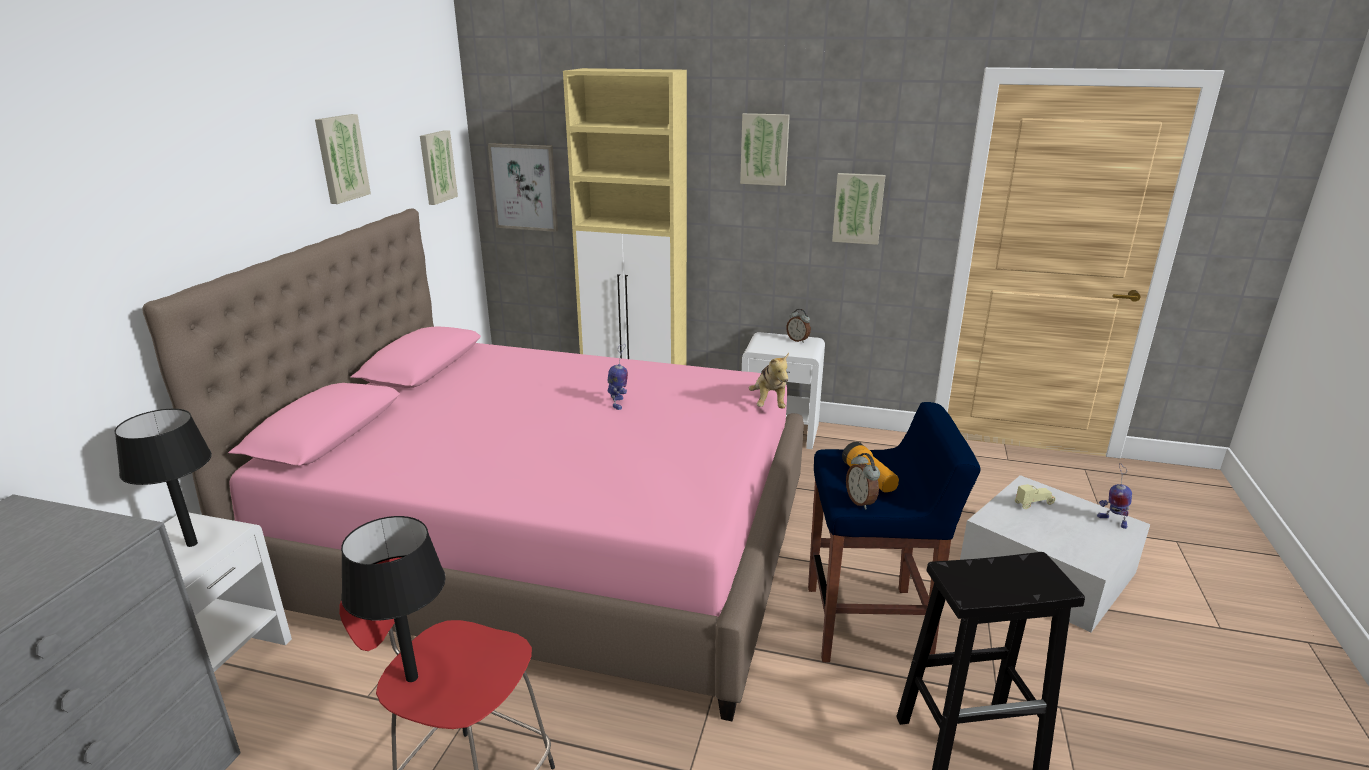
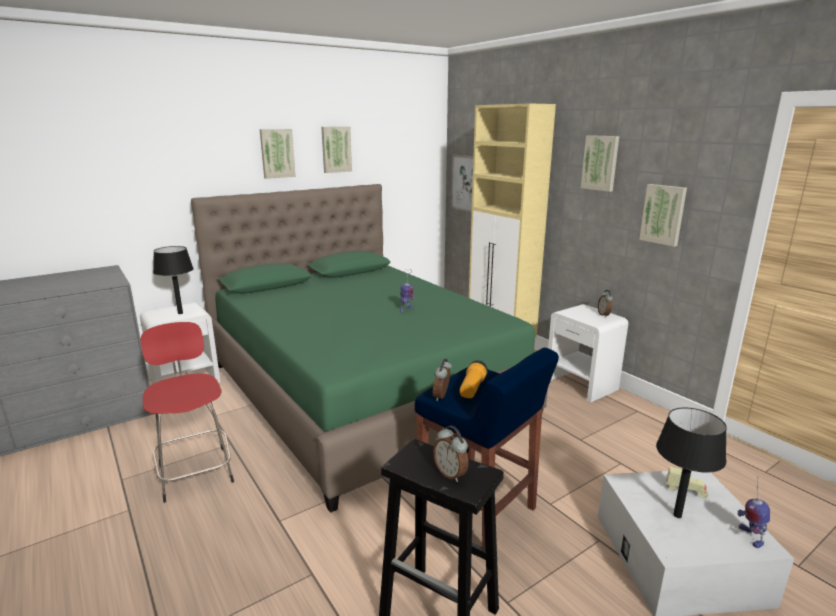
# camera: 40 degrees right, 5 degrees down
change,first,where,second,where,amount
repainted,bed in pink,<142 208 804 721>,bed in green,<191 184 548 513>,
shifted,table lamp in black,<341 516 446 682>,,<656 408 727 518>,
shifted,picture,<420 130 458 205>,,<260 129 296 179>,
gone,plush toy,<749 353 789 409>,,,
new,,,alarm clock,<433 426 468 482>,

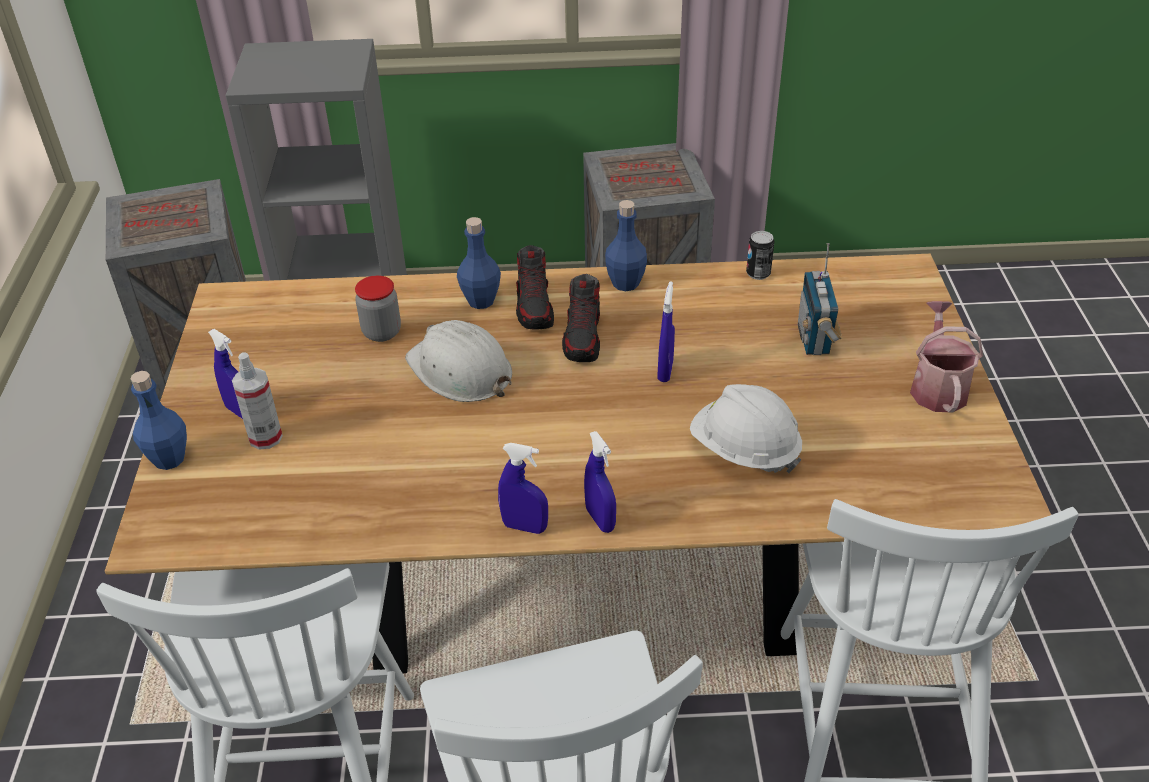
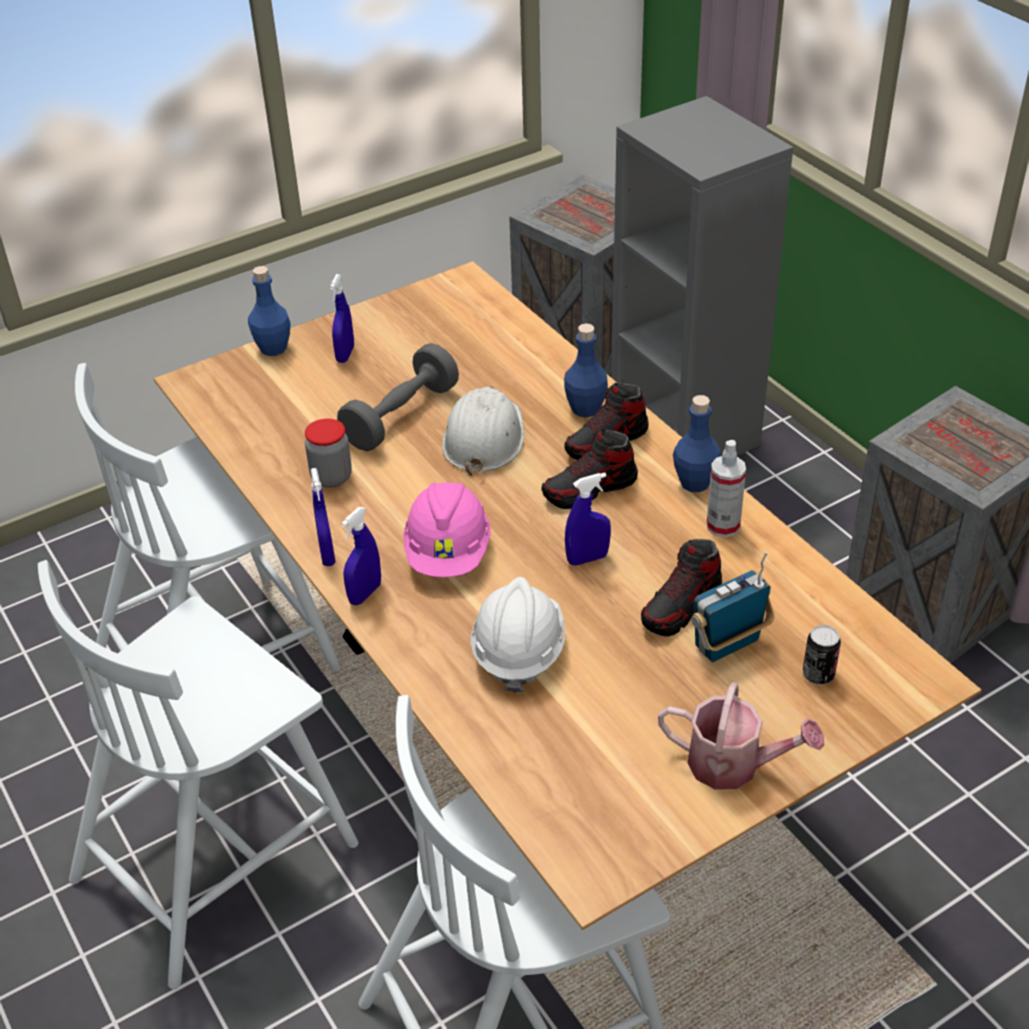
# camera: 60 degrees right, 0 degrees up
change,first,where,second,where,amount
shifted,spray bottle,<232 352 283 450>,,<707 440 746 538>,
shifted,jar,<355 275 401 342>,,<305 419 352 488>,
shifted,can,<746 231 775 280>,,<803 625 841 685>,
rotated,watering can,<910 301 983 413>,,<658 682 824 790>,45 degrees clockwise
new,,,dumbbell in grey,<337 343 459 451>,
new,,,hard hat in pink,<403 482 491 577>,
new,,,shoe,<641 539 722 637>,

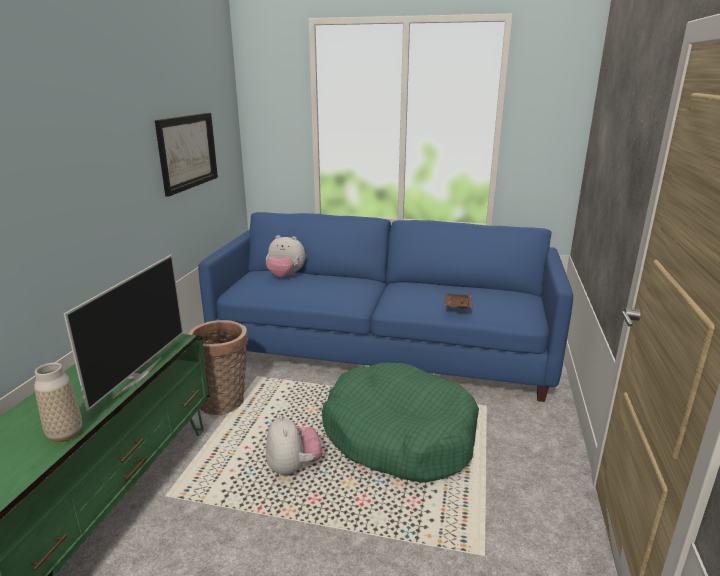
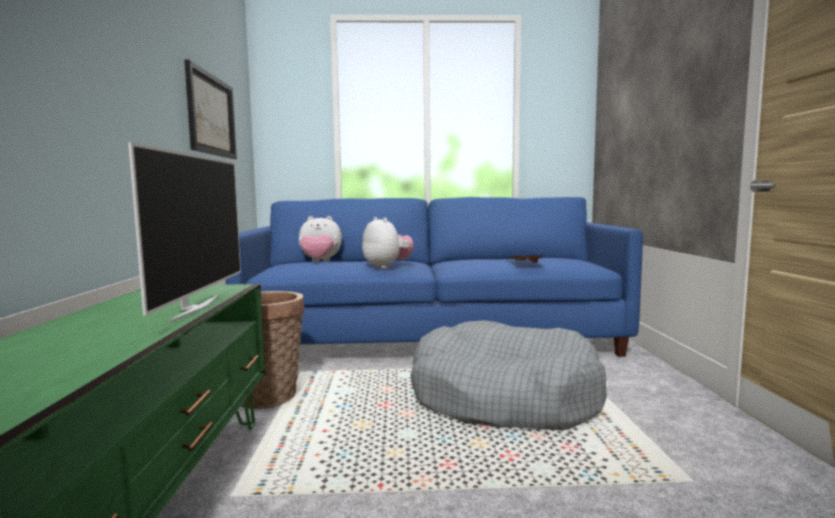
# camera: 15 degrees left, 15 degrees down
change,first,where,second,where,amount
gone,vase,<34 362 82 442>,,,
shifted,plush toy,<266 415 323 476>,,<362 217 414 269>,
repainted,dog bed in green,<322 363 479 483>,dog bed in grey,<410 320 607 430>,

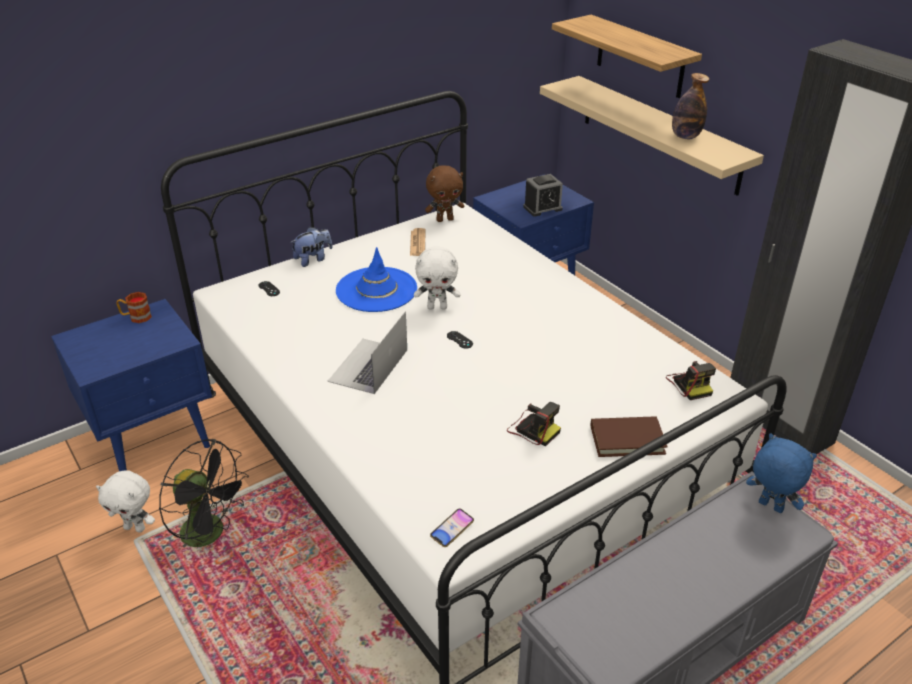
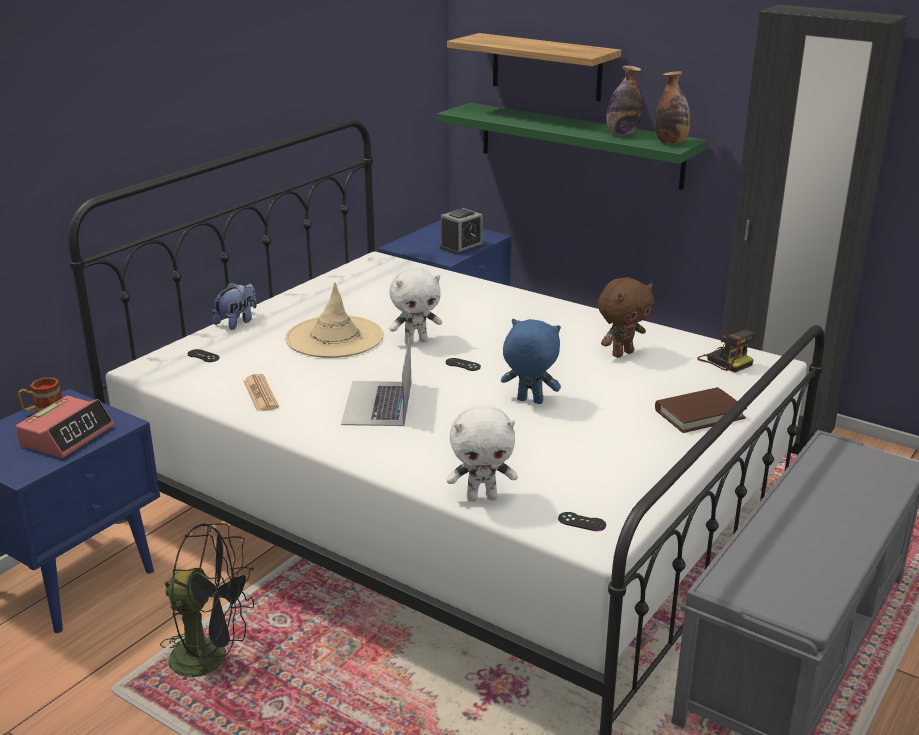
# camera: 20 degrees left, 10 degrees down
change,first,where,second,where,amount
shifted,plush toy in white,<96 470 155 532>,,<446 404 518 502>,
repainted,hat in blue,<336 247 417 312>,hat in beige,<285 282 384 358>,
shifted,newspaper,<410 228 426 256>,,<243 374 279 412>,
shifted,plush toy in brown,<425 165 464 222>,,<598 277 654 358>,
swapped,phone,<430 508 474 547>,game controller in black,<558 512 606 531>,
gone,photo camera,<507 402 561 447>,,,
repainted,shelf in beige,<540 76 764 196>,shelf in green,<437 103 707 190>,
shifted,plush toy in blue,<746 433 817 513>,,<501 319 561 404>,
new,,,alarm clock,<16 396 114 458>,
new,,,bottle,<655 71 691 144>,

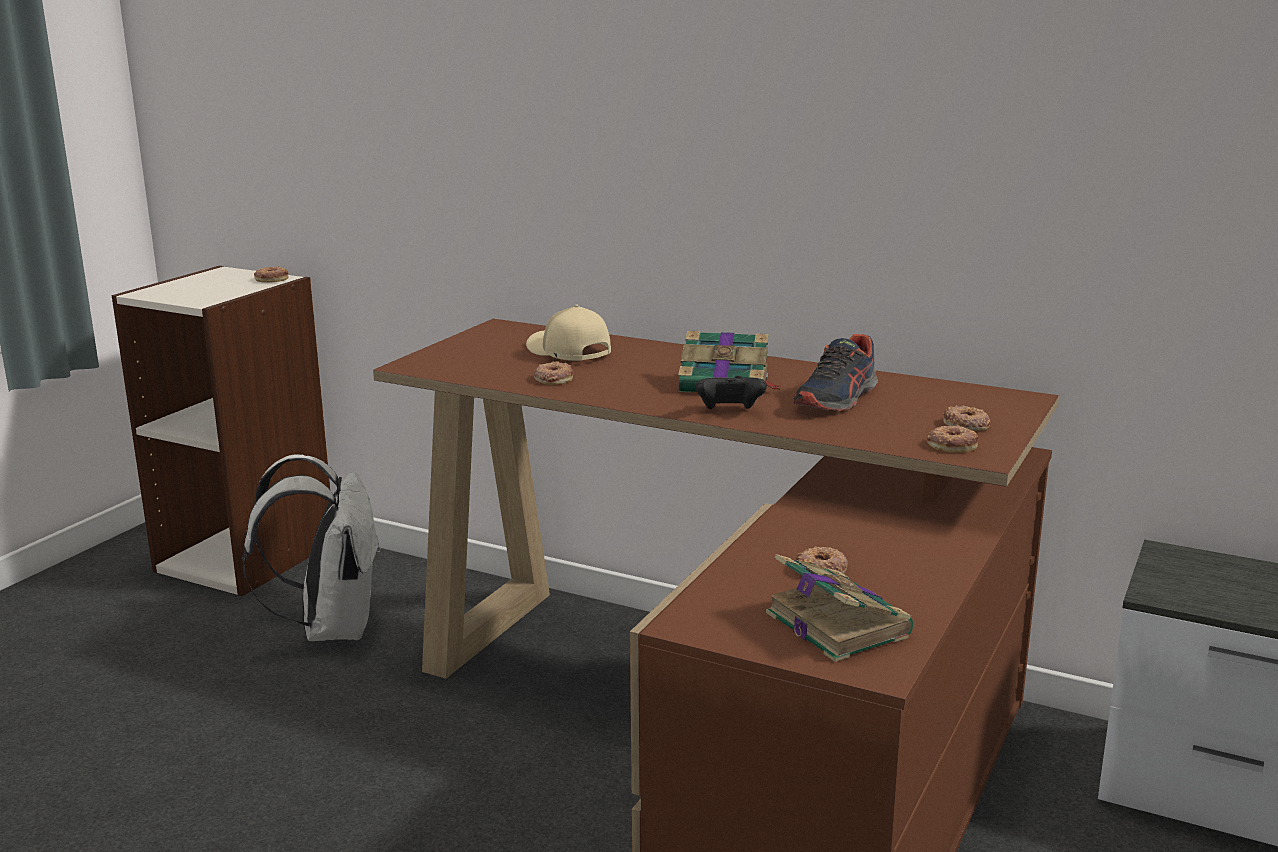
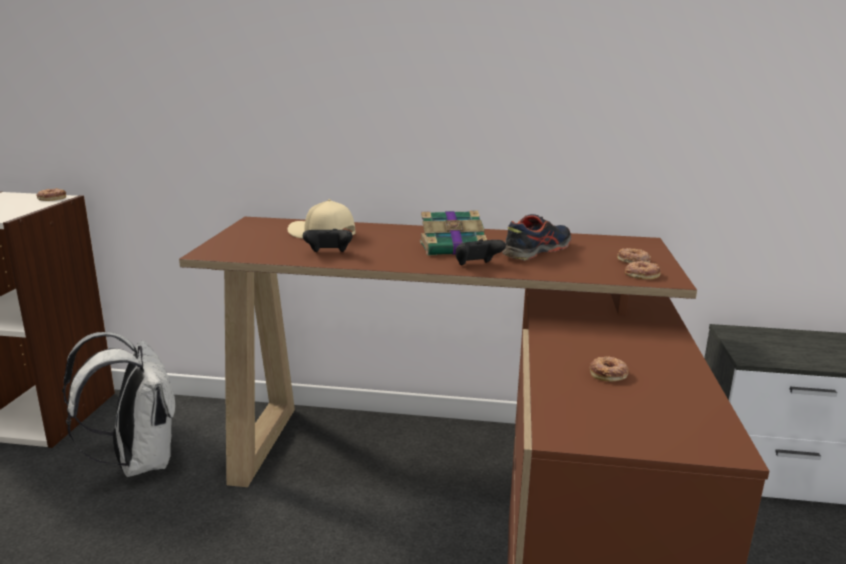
# camera: 20 degrees left, 0 degrees up
change,first,where,second,where,amount
swapped,donut,<534 362 573 385>,game controller in black,<303 229 352 252>,
gone,book,<766 554 913 662>,,,
rotated,shoe,<793 334 878 411>,,<502 214 571 261>,150 degrees counterclockwise

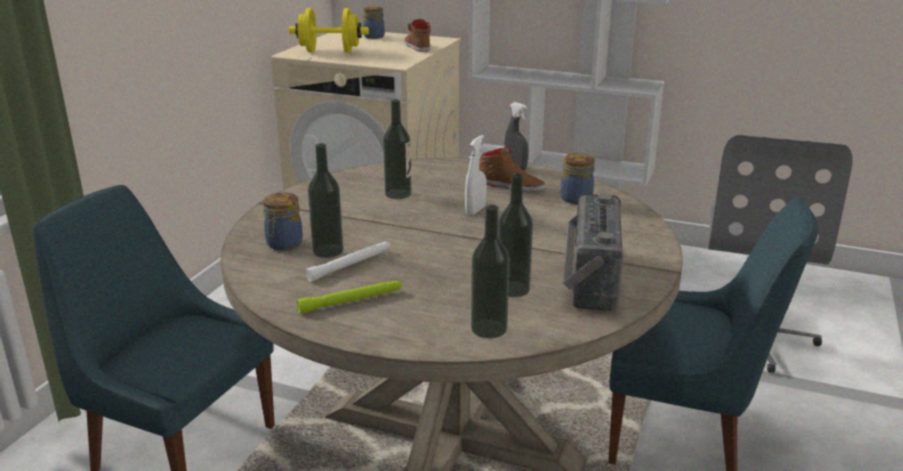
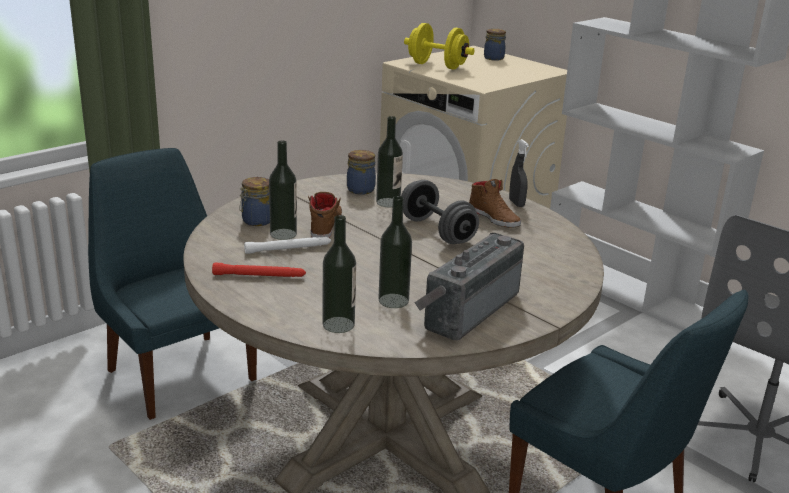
# camera: 25 degrees right, 0 degrees up
change,first,where,second,where,amount
repainted,flashlight in green,<297 280 403 314>,flashlight in red,<212 263 306 277>,
shifted,shoe in brown,<405 19 431 52>,,<308 192 342 238>,
swapped,spray bottle in white,<465 135 487 215>,dumbbell in grey,<401 180 479 244>,
shifted,jar,<560 153 595 204>,,<347 150 376 195>,

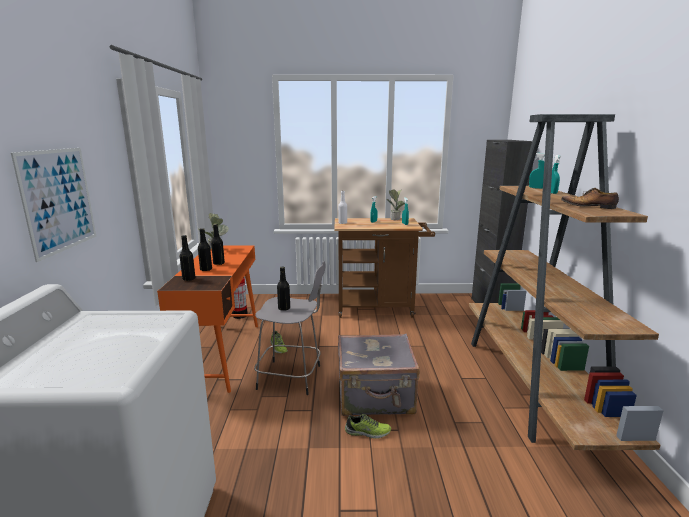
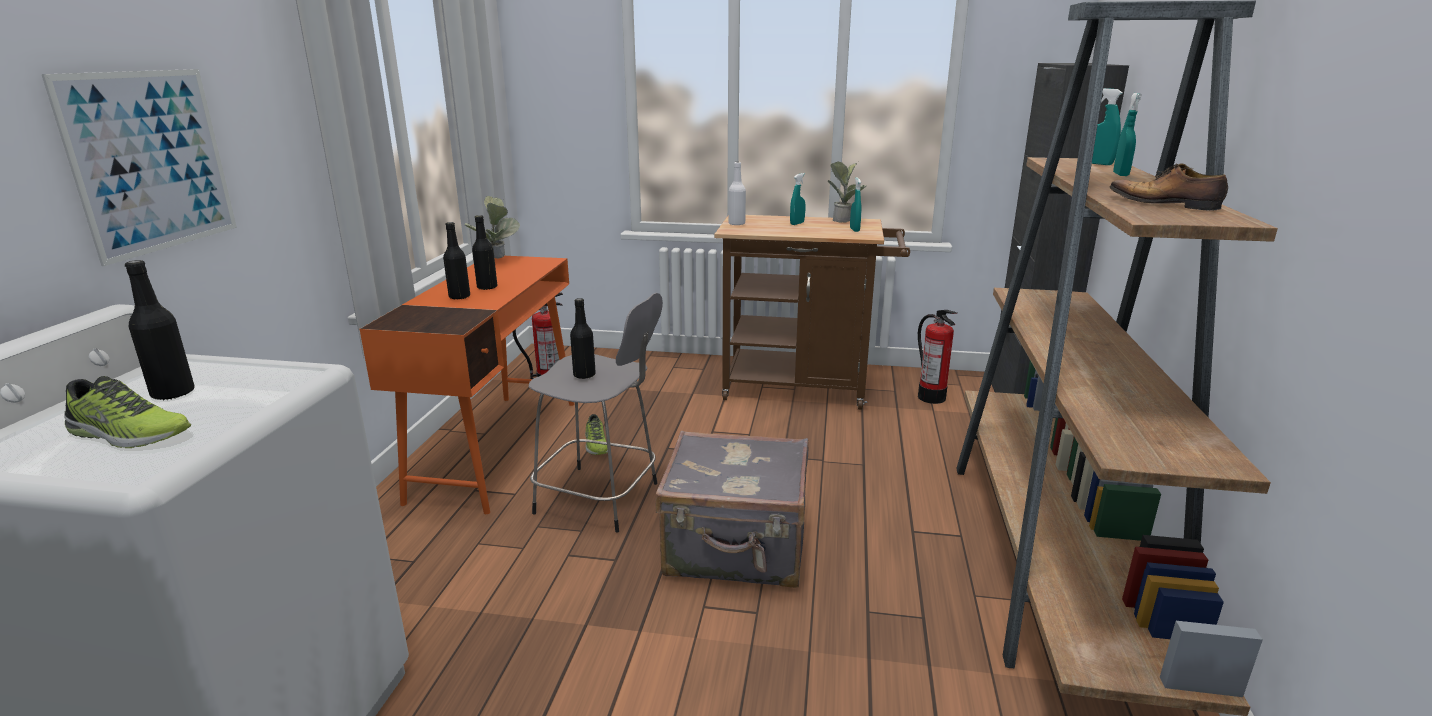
# camera: 10 degrees right, 5 degrees up
change,first,where,second,where,amount
shifted,bottle in black,<180 235 196 281>,,<125 260 195 400>,
shifted,shoe,<345 414 391 439>,,<64 376 191 448>,
new,,,fire extinguisher,<918 310 957 404>,

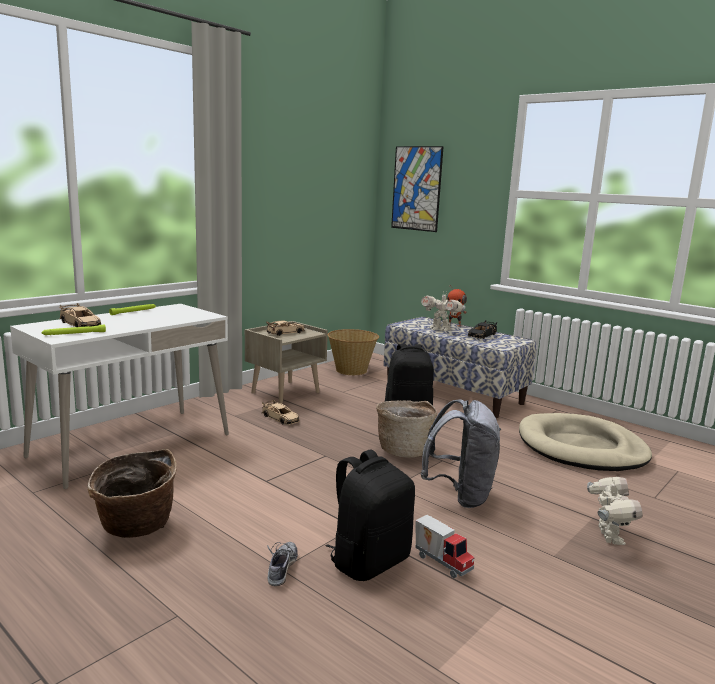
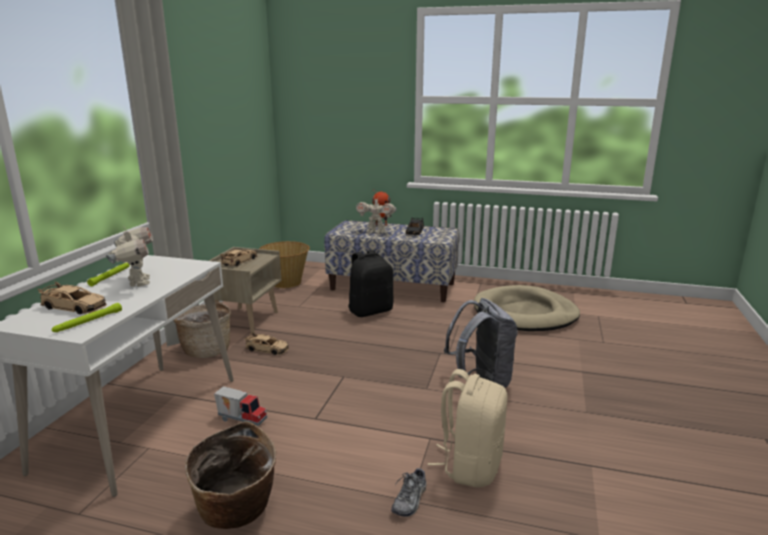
# camera: 25 degrees left, 5 degrees up
change,first,where,second,where,amount
rotated,shoe,<267 542 299 586>,,<391 466 426 517>,135 degrees counterclockwise
repainted,backpack in black,<326 450 415 581>,backpack in beige,<428 369 508 487>,
shifted,basket,<376 400 437 458>,,<173 302 231 358>,
gone,picture,<391 146 444 232>,,,
shifted,toy truck,<415 515 475 578>,,<214 387 267 426>,
shifted,toy robot,<587 477 643 545>,,<106 226 153 287>,

